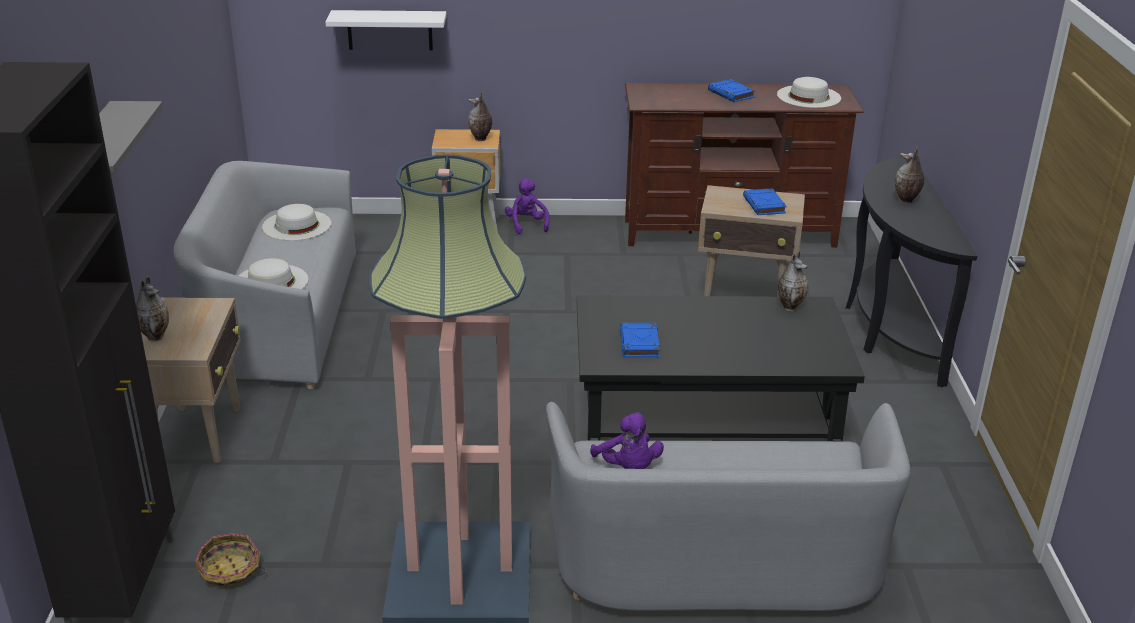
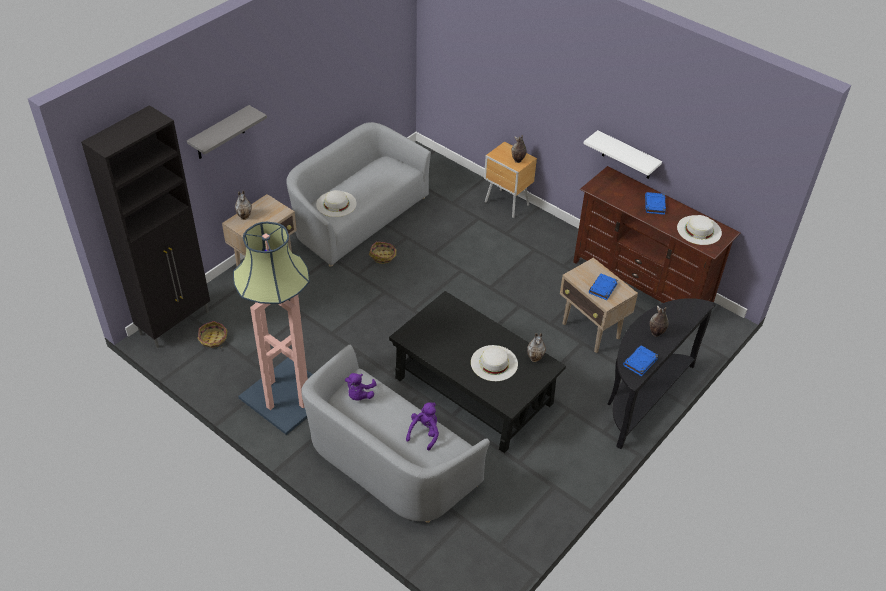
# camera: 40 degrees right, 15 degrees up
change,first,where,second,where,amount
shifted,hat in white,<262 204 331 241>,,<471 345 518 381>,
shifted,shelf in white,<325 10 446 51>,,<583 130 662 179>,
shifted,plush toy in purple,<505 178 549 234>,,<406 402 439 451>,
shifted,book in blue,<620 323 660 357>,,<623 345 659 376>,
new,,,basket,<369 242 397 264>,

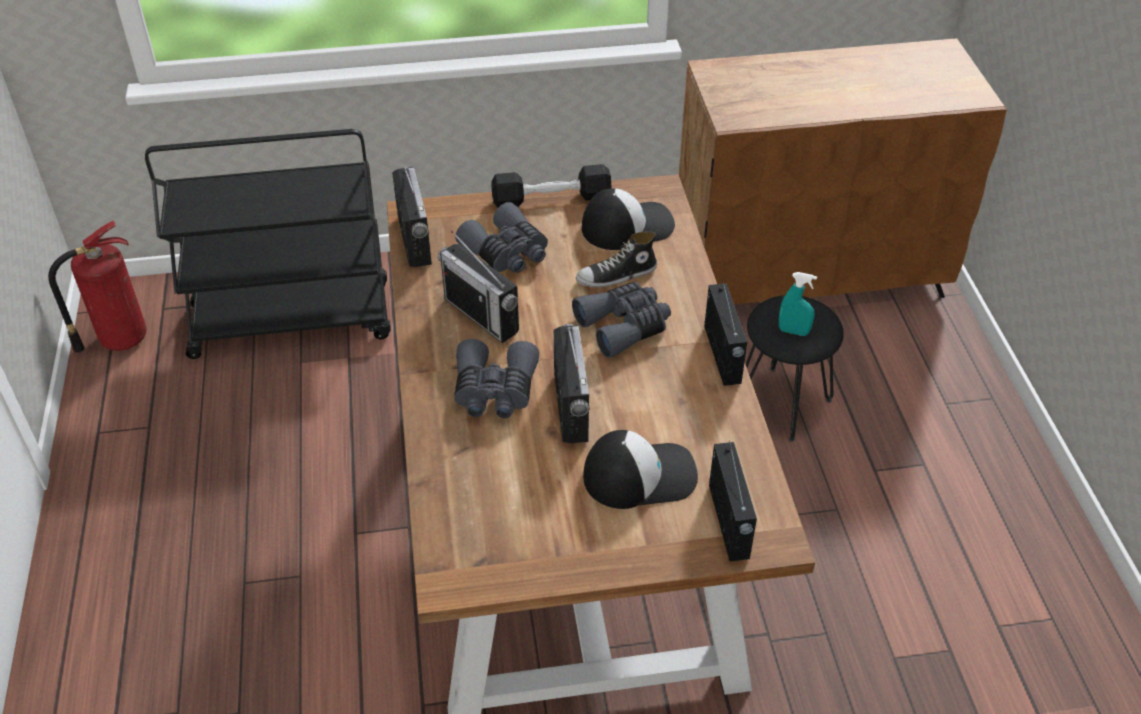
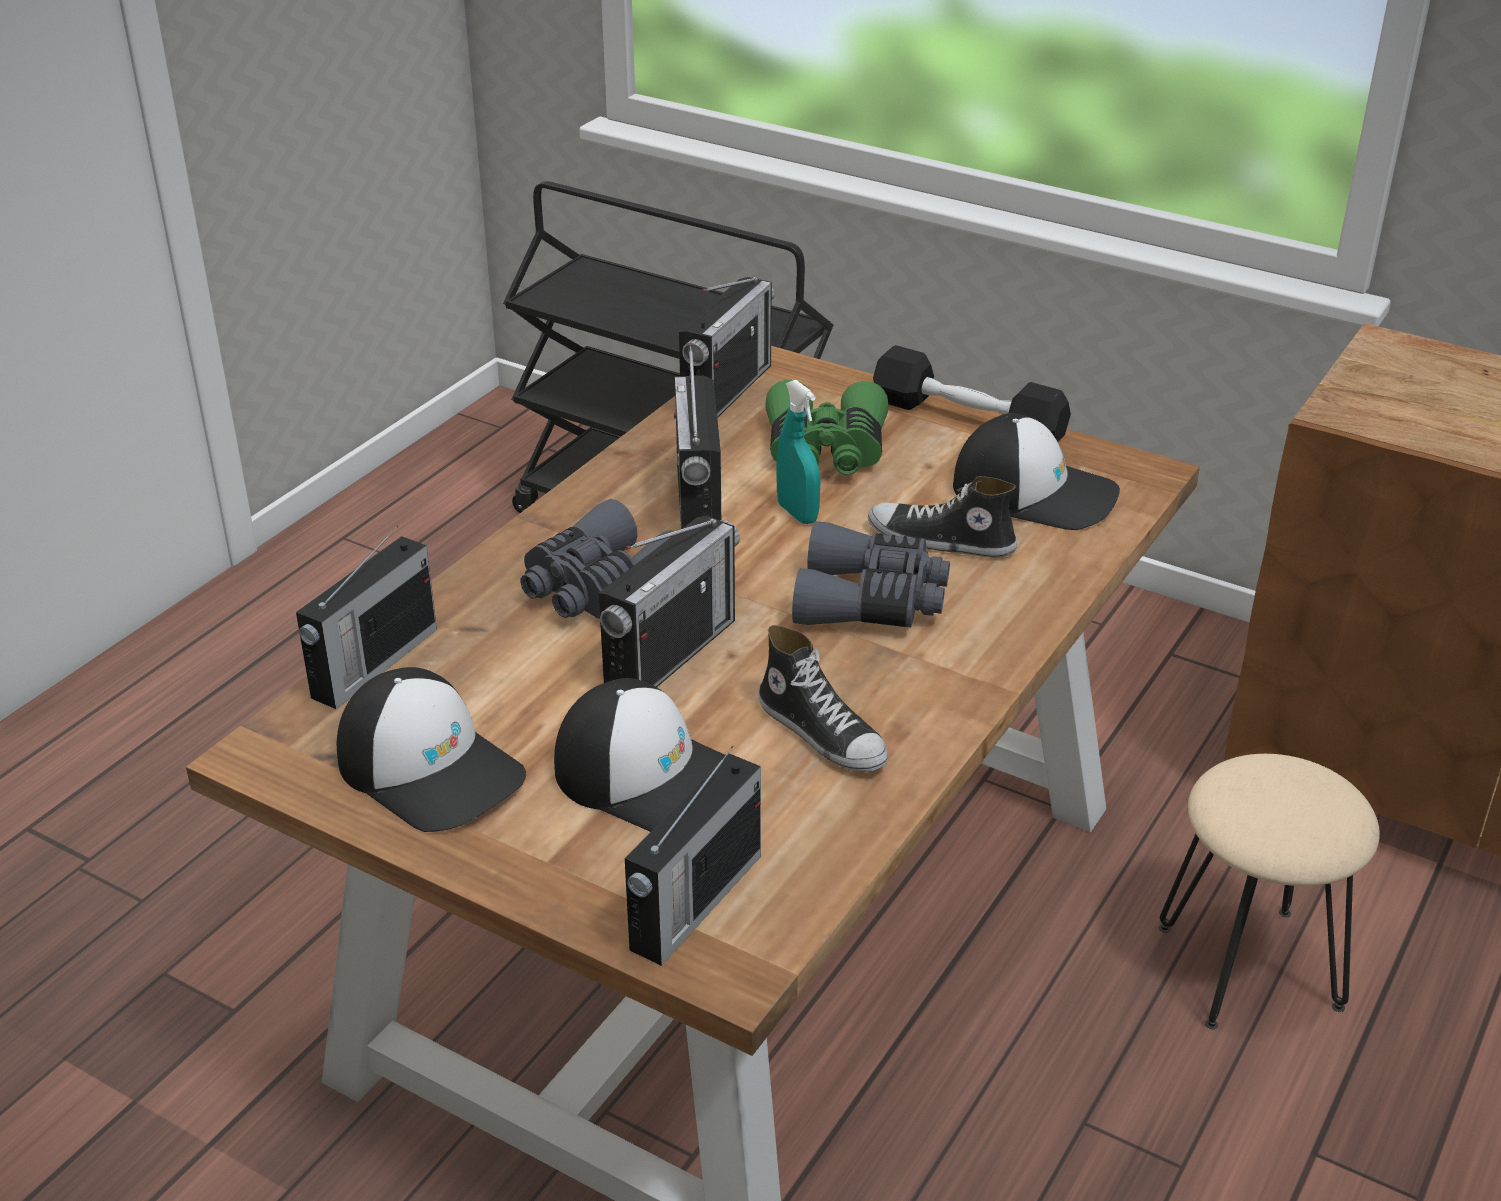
# camera: 40 degrees right, 10 degrees down
change,first,where,second,where,amount
gone,fire extinguisher,<48 221 146 353>,,,
repainted,binoculars in grey,<455 202 548 273>,binoculars in green,<765 380 888 475>,
shifted,radio,<704 279 747 386>,,<296 525 437 709>,
repainted,stool in black,<746 295 844 442>,stool in beige,<1159 754 1380 1029>,
shifted,spray bottle in turquoise,<779 272 817 336>,,<776 380 821 524>,
new,,,cap,<337 667 526 832>,
new,,,shoe,<758 625 888 772>,

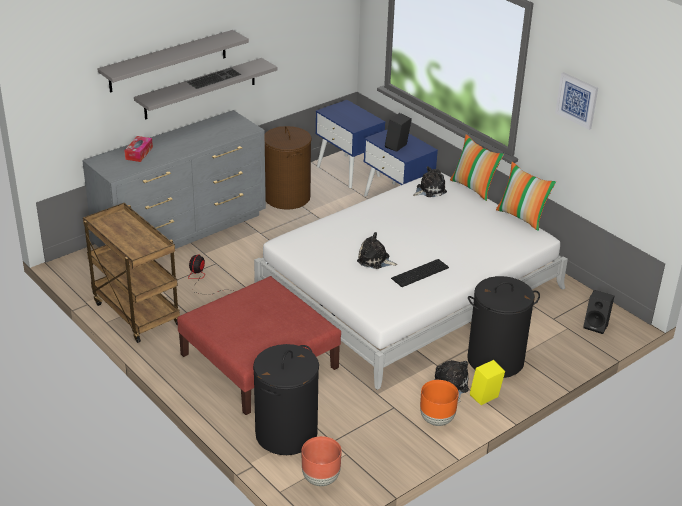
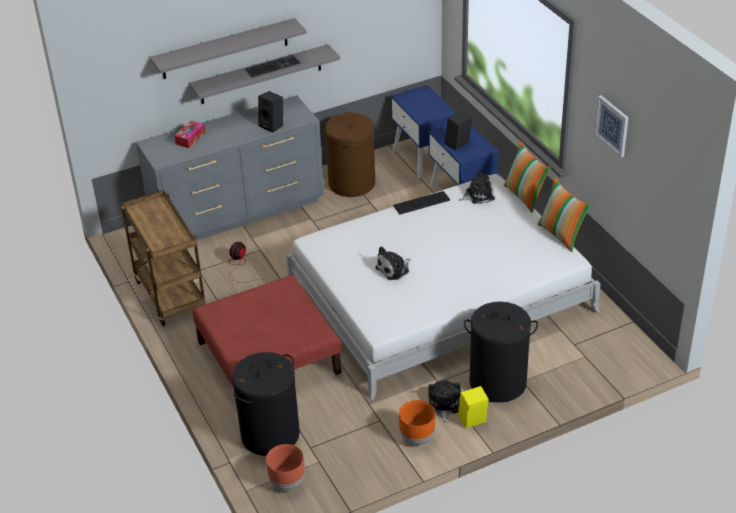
# camera: 15 degrees right, 5 degrees up
change,first,where,second,where,amount
rotated,plush toy,<357 232 398 269>,,<375 246 410 280>,75 degrees counterclockwise
shifted,keyboard,<391 259 449 287>,,<393 191 450 214>,
shifted,speaker in black,<583 290 614 334>,,<258 91 283 133>,

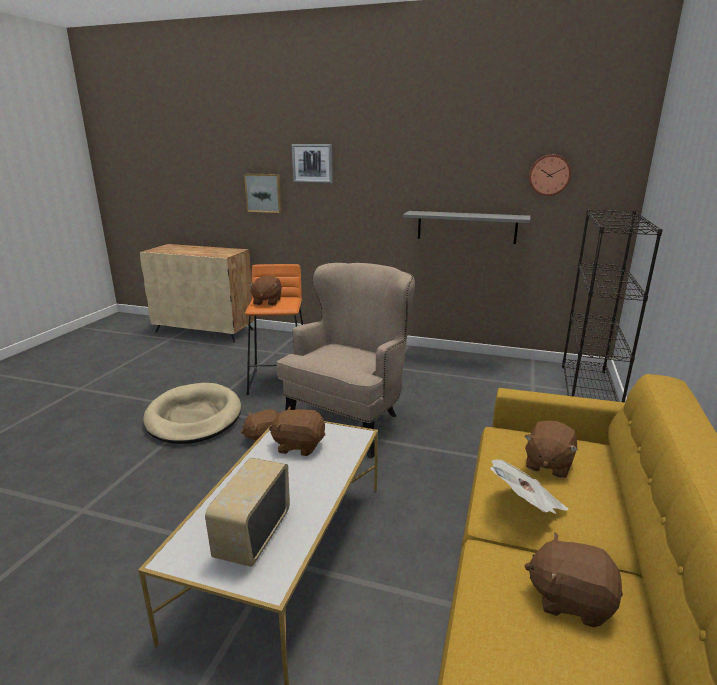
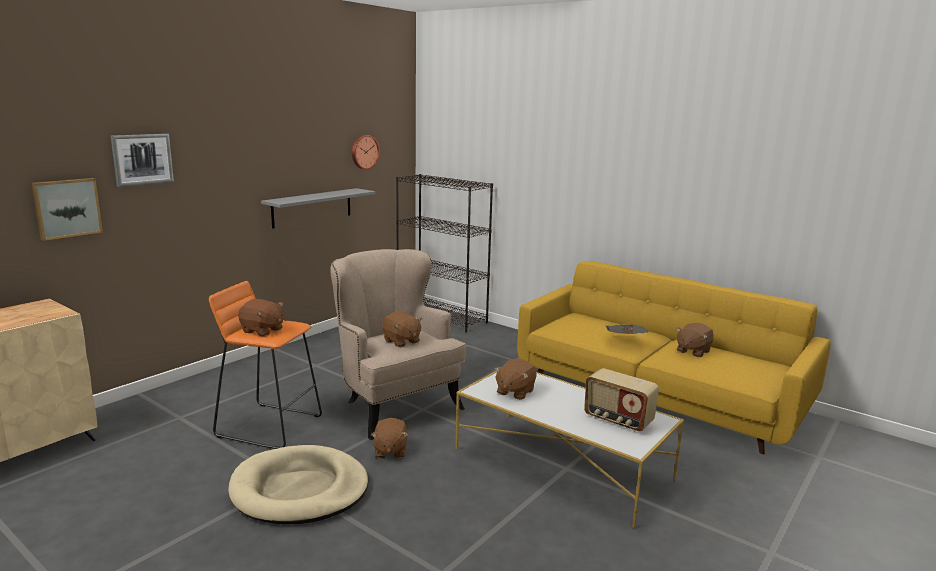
# camera: 70 degrees left, 5 degrees down
change,first,where,second,where,amount
shifted,plush toy in brown,<524 421 578 478>,,<382 311 422 347>,

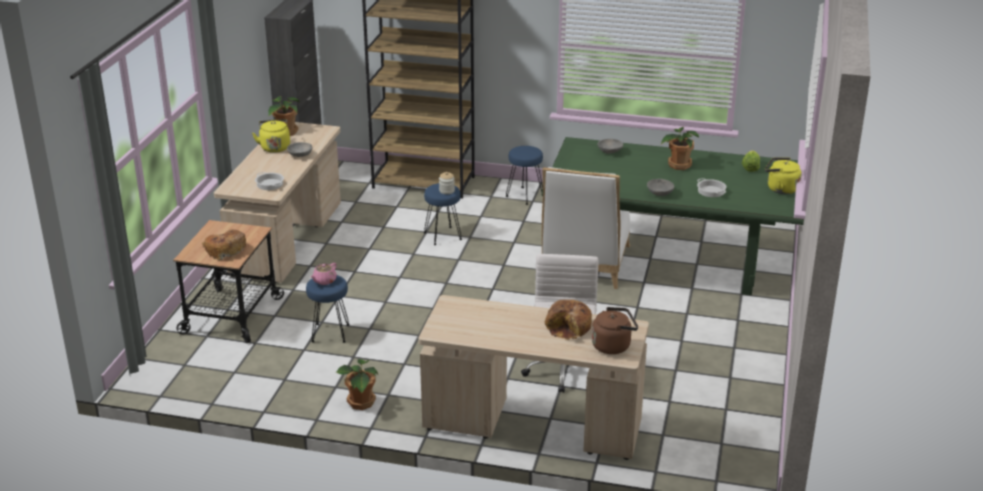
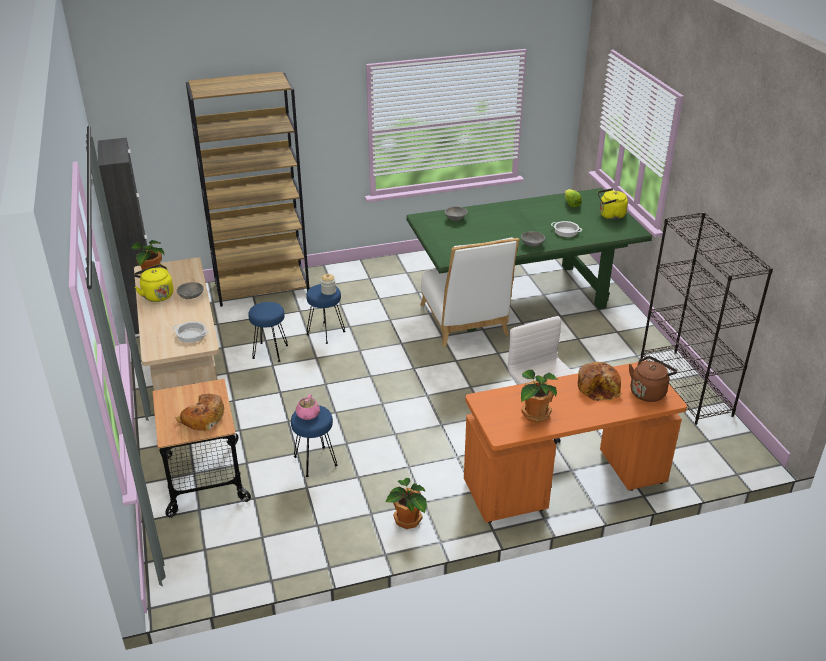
# camera: 30 degrees left, 5 degrees up
change,first,where,second,where,amount
repainted,desk in beige,<418 295 649 460>,desk in orange,<464 361 687 523>,
shifted,stool in blue,<506 146 543 205>,,<248 302 288 362>,
shifted,potted plant,<661 127 699 170>,,<521 370 558 423>,
new,,,bookcase in black,<640 212 773 425>,

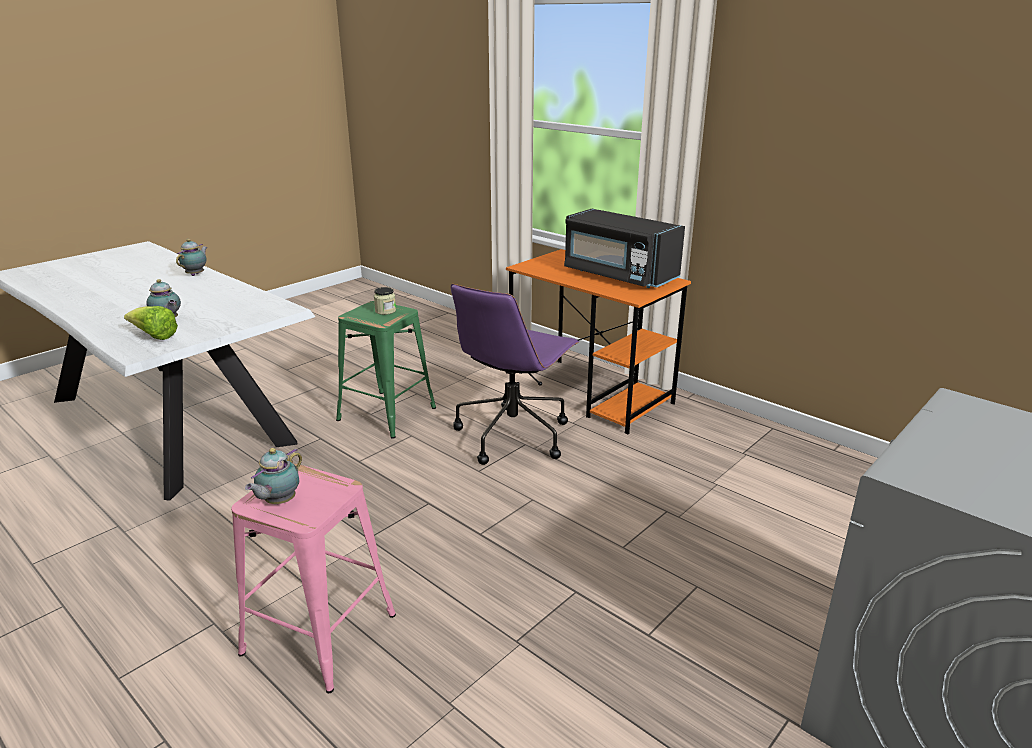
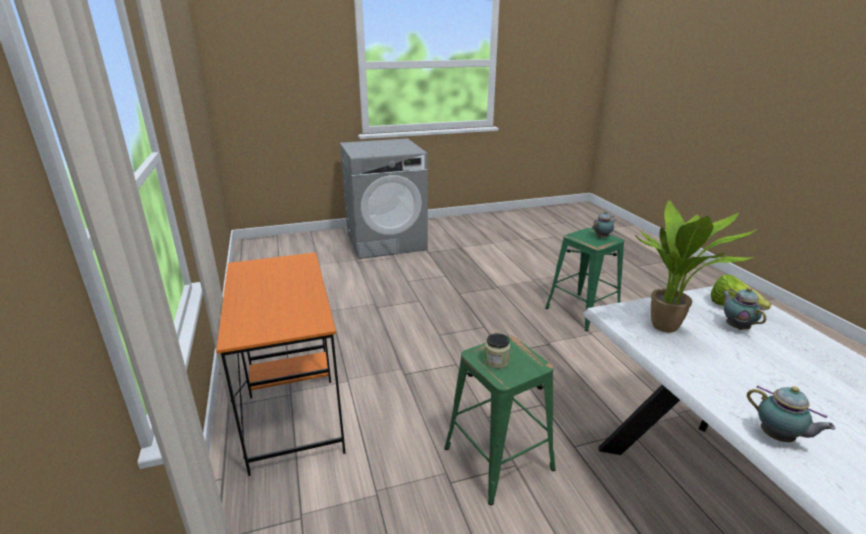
# camera: 150 degrees left, 0 degrees up
change,first,where,second,where,amount
rotated,teapot,<176 239 208 276>,,<747 385 835 442>,90 degrees counterclockwise
repainted,stool in pink,<231 464 396 693>,stool in green,<545 228 624 331>,
gone,office chair in purple,<451 284 579 465>,,,
gone,microwave in black,<564 209 685 288>,,,
new,,,potted plant,<635 200 758 333>,

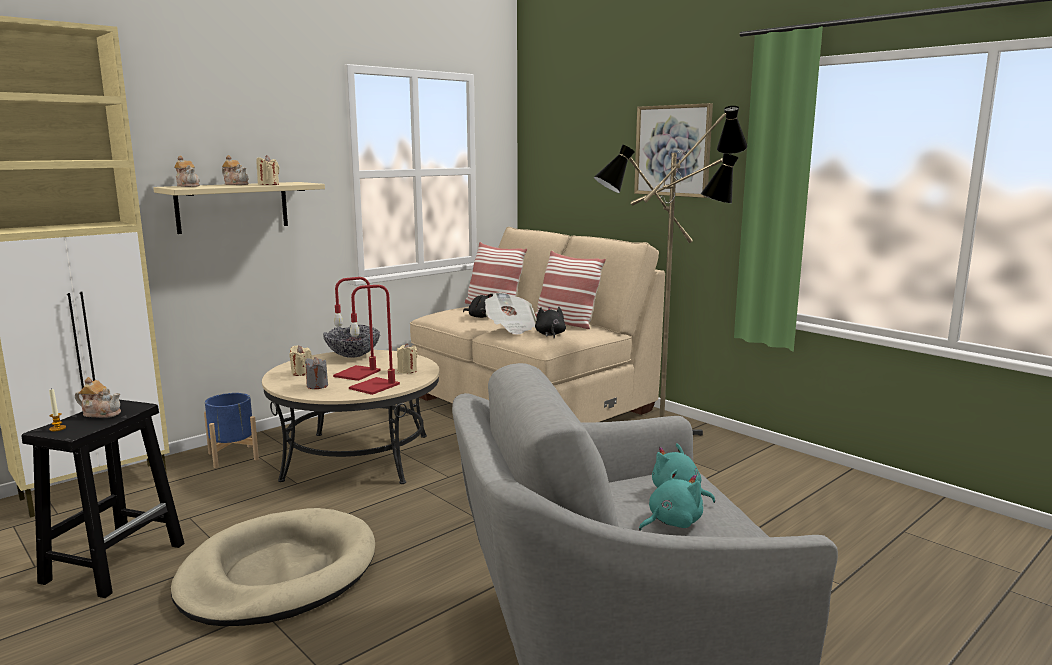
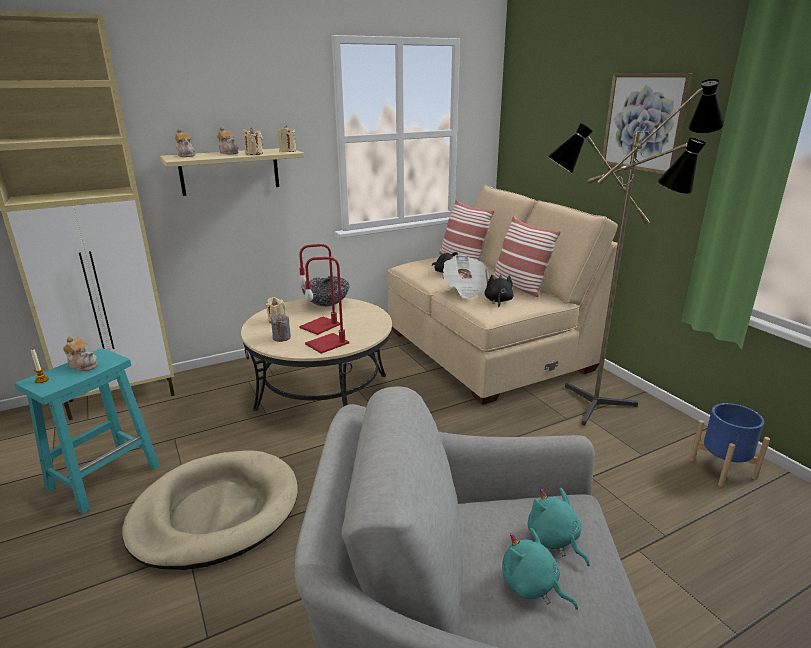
# camera: 15 degrees right, 10 degrees up
change,first,where,second,where,amount
repainted,stool in black,<22 400 184 598>,stool in turquoise,<15 348 160 514>,
shifted,planter in blue,<204 393 259 468>,,<690 403 770 487>,
shifted,candle in beige,<397 343 417 374>,,<277 125 296 152>,
rotated,plush toy in turquoise,<639 469 703 531>,,<502 528 578 610>,120 degrees counterclockwise

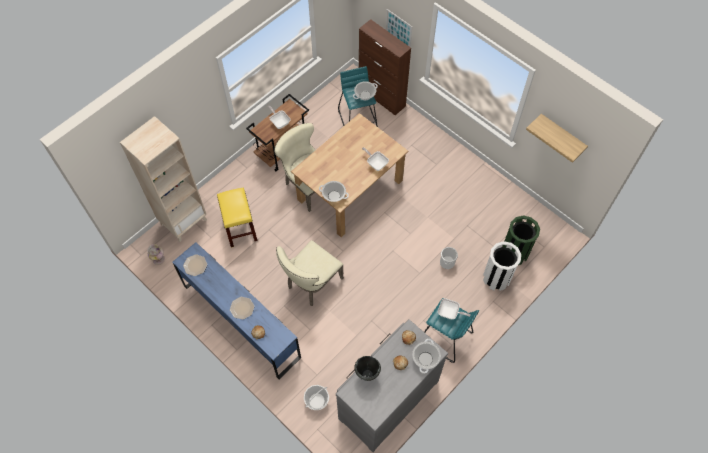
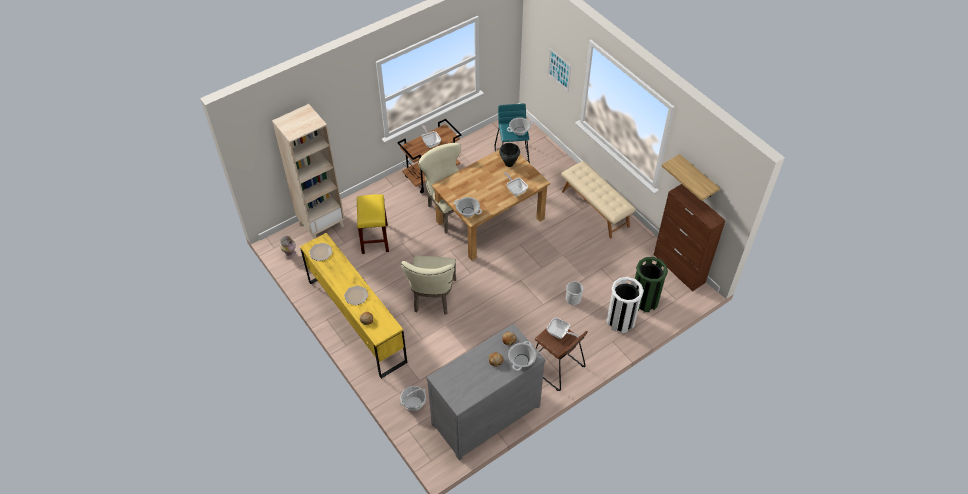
# camera: 10 degrees right, 10 degrees down
change,first,where,second,where,amount
repainted,dresser in blue,<172 242 301 379>,dresser in yellow,<300 233 407 379>,
rotated,chair in beige,<276 240 344 306>,,<401 256 456 315>,45 degrees counterclockwise
shifted,cooking pot in black,<354 356 381 381>,,<499 143 520 167>,
shifted,cabinet in brown,<359 19 411 115>,,<654 184 726 291>,
repainted,stool in turquoise,<424 298 479 363>,stool in brown,<535 328 588 391>,
new,,,bench in beige,<561 161 636 239>,

